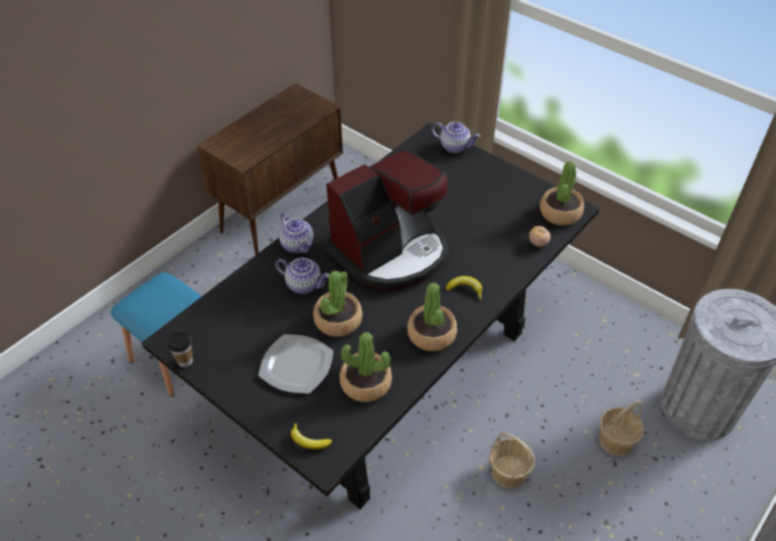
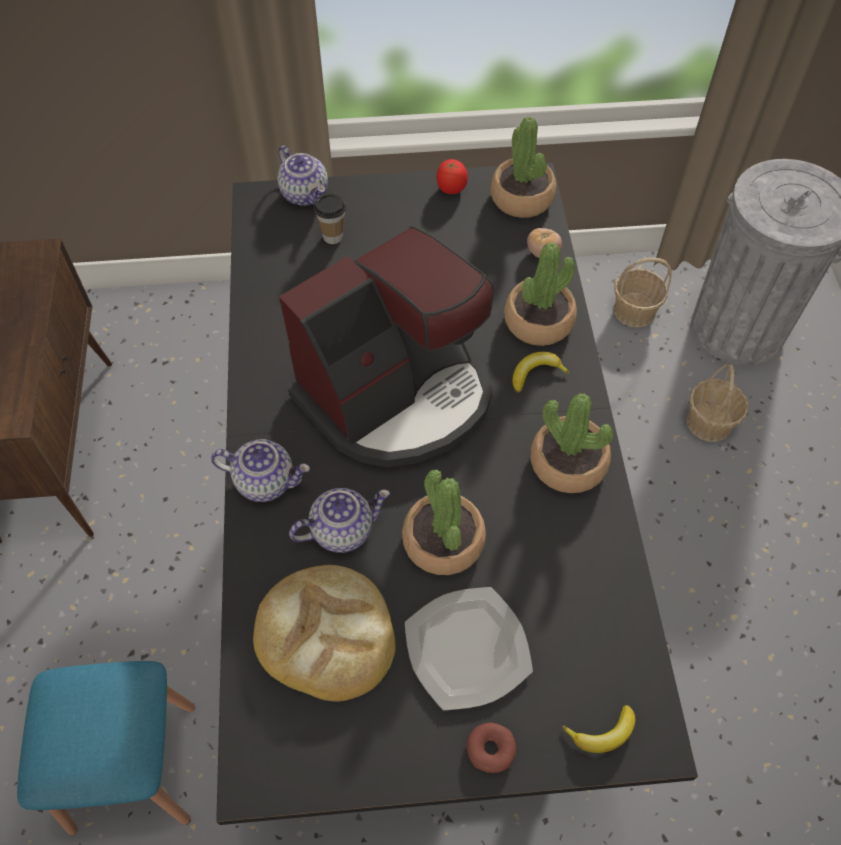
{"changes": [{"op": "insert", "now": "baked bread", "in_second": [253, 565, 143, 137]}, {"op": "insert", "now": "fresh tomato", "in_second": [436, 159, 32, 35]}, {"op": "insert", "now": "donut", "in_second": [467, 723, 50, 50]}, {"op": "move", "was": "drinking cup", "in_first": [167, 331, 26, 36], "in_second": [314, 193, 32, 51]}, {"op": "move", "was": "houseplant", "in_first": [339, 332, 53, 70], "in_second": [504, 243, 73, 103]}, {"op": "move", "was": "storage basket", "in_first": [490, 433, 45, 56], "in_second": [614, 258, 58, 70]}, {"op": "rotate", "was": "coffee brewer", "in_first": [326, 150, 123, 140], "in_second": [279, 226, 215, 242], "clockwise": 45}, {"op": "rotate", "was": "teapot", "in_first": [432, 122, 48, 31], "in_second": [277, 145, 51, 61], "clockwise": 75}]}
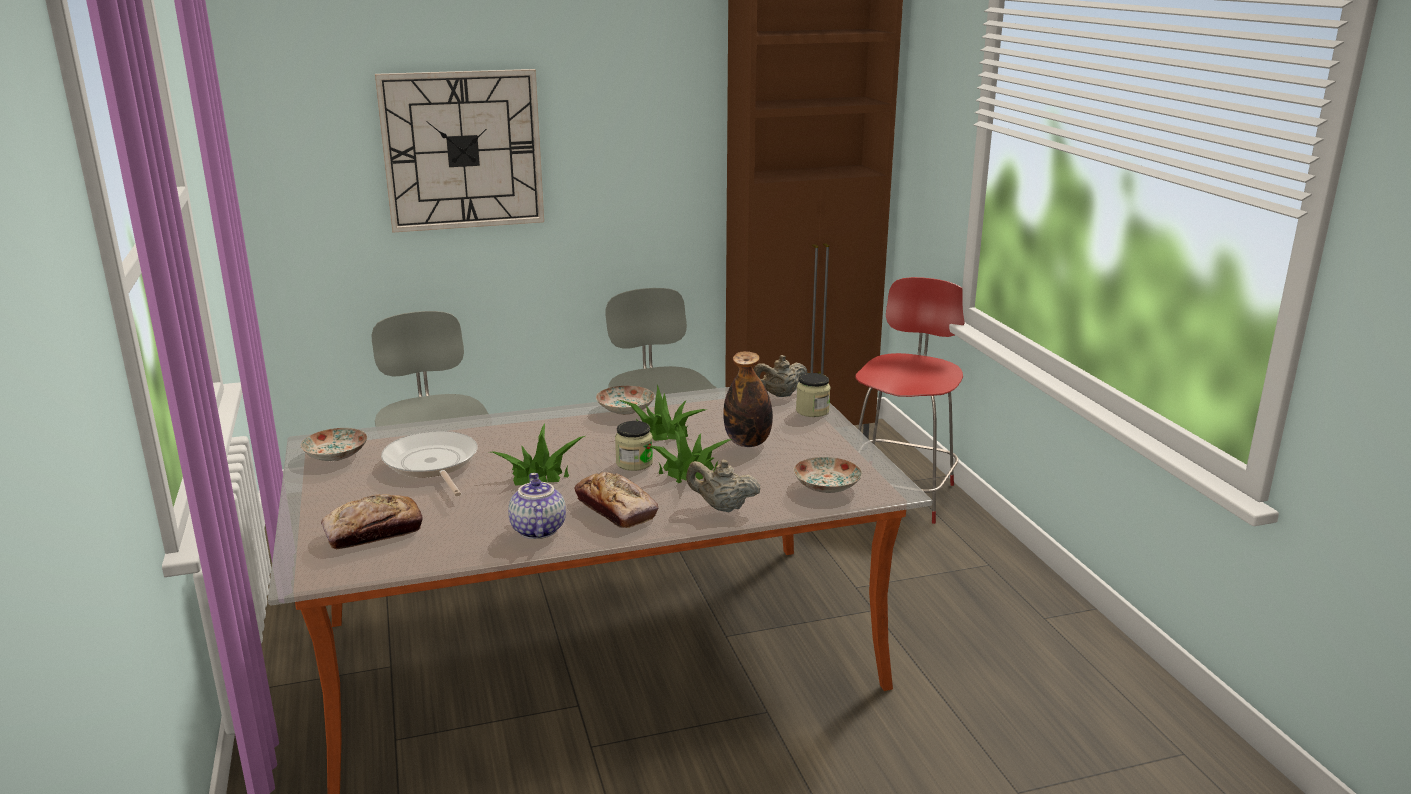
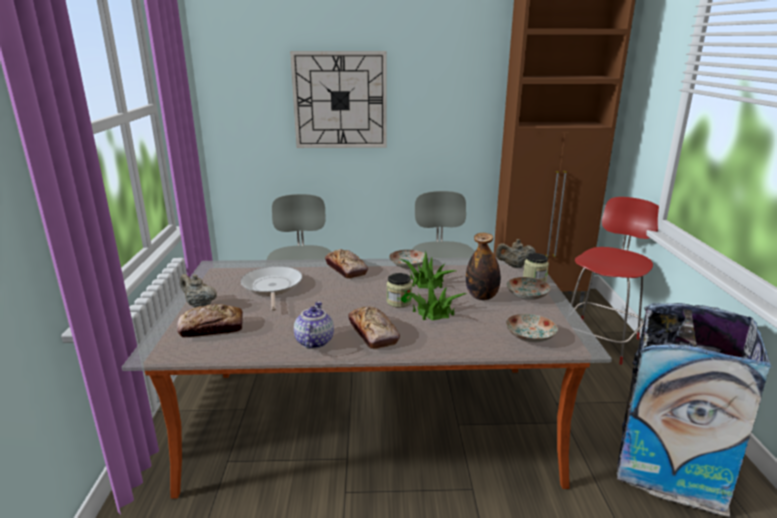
{"changes": [{"op": "delete", "was": "houseplant", "in_first": [491, 424, 94, 62]}, {"op": "insert", "now": "baked bread", "in_second": [325, 249, 43, 29]}, {"op": "insert", "now": "waste bin", "in_second": [617, 303, 154, 214]}, {"op": "move", "was": "plate", "in_first": [300, 428, 67, 33], "in_second": [506, 277, 45, 23]}, {"op": "move", "was": "beige teapot", "in_first": [686, 459, 74, 53], "in_second": [180, 274, 37, 34]}]}
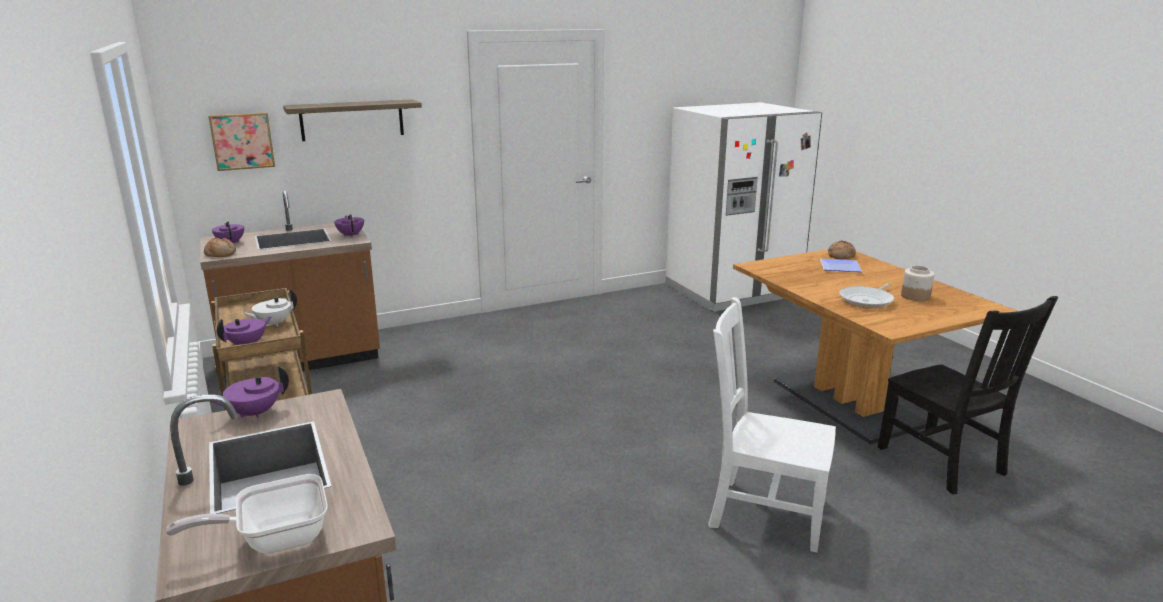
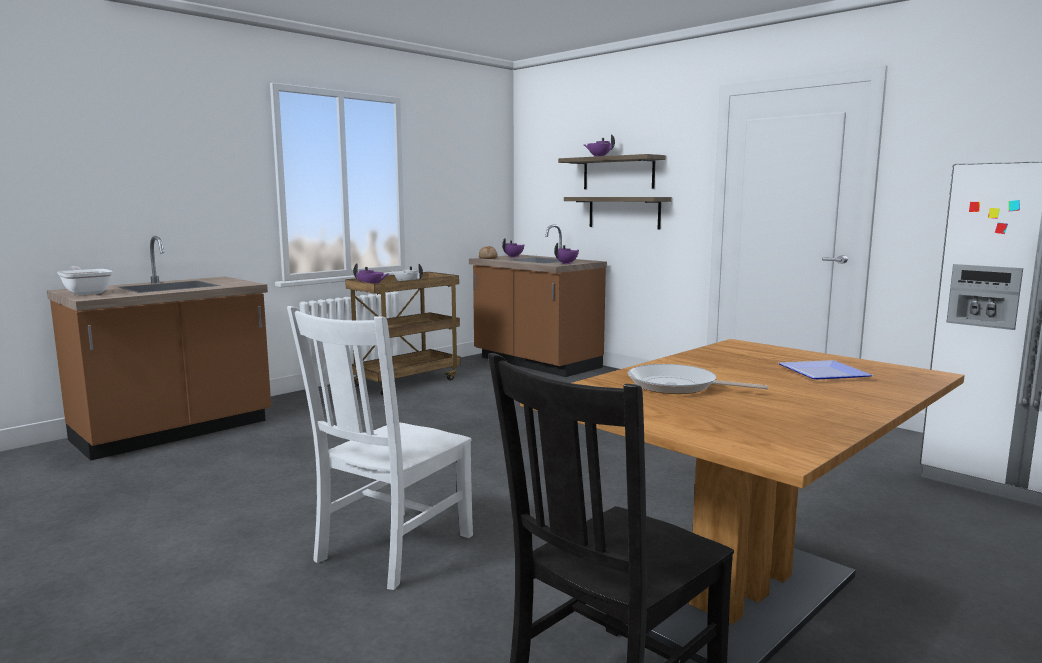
{"changes": [{"op": "delete", "was": "picture", "in_first": [208, 112, 67, 59]}, {"op": "delete", "was": "baked bread", "in_first": [828, 241, 28, 18]}, {"op": "delete", "was": "storage jar", "in_first": [901, 265, 33, 36]}, {"op": "insert", "now": "bracket shelf", "in_second": [564, 197, 108, 33]}, {"op": "move", "was": "purplish teapot", "in_first": [212, 366, 77, 52], "in_second": [584, 134, 31, 23]}, {"op": "rotate", "was": "white chair", "in_first": [708, 297, 128, 256], "in_second": [287, 306, 186, 284], "clockwise": -150}]}
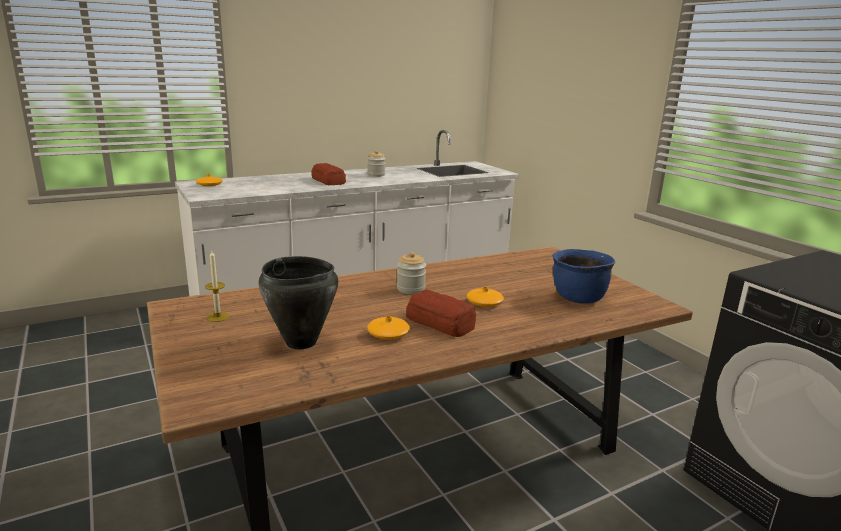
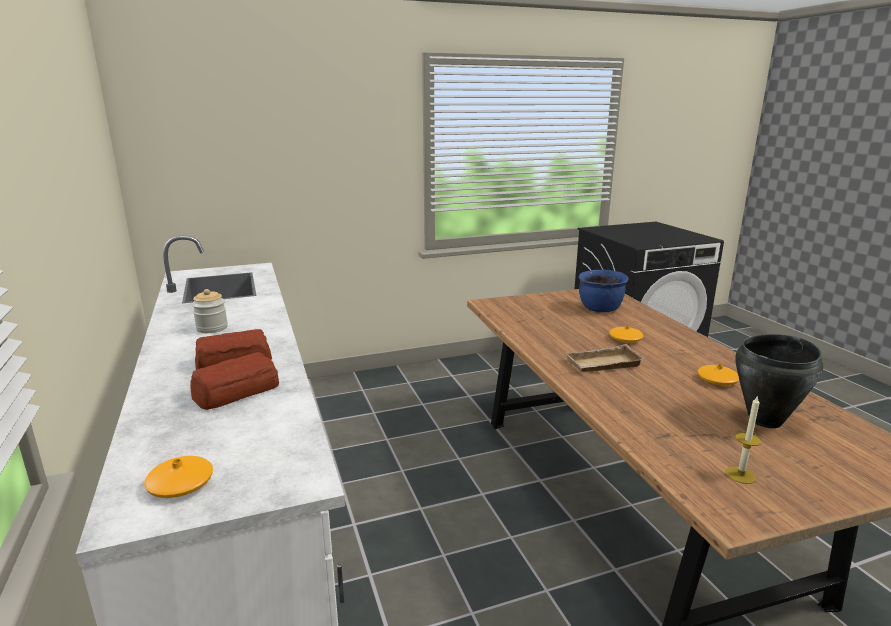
{"changes": [{"op": "move", "was": "baked bread", "in_first": [406, 289, 70, 48], "in_second": [190, 352, 89, 58]}, {"op": "replace", "was": "storage jar", "now": "beige tray", "in_first": [397, 252, 29, 42], "in_second": [565, 344, 80, 28]}]}
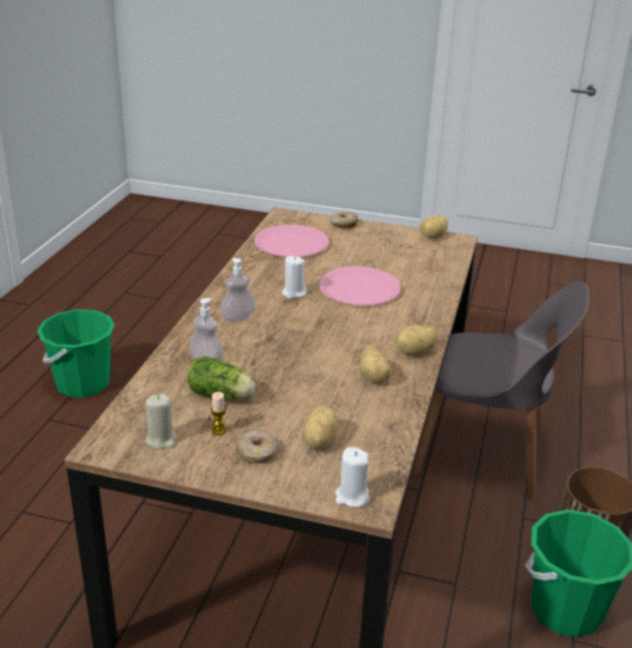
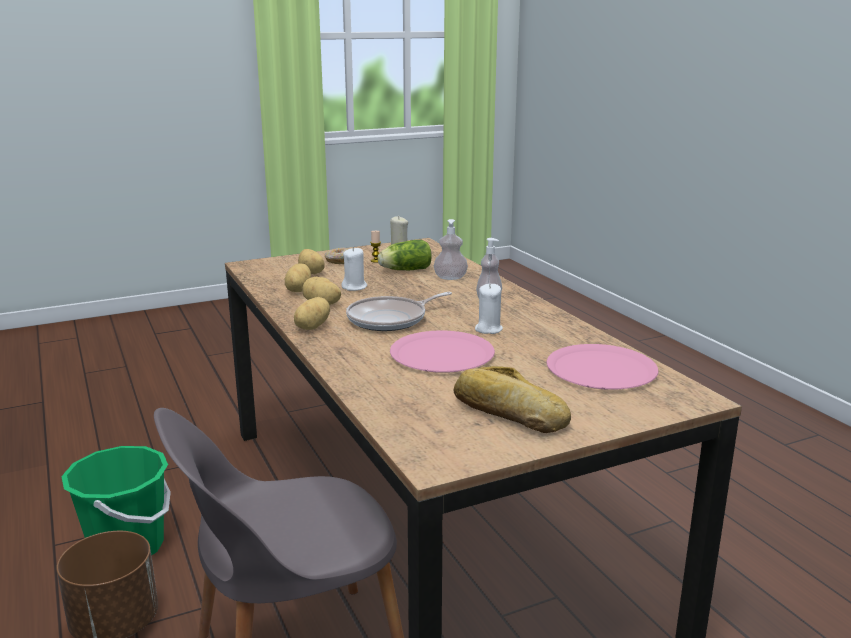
{"changes": [{"op": "delete", "was": "greenish water bucket", "in_first": [37, 309, 78, 89]}, {"op": "delete", "was": "donut", "in_first": [330, 211, 29, 18]}, {"op": "insert", "now": "skillet", "in_second": [346, 292, 106, 39]}, {"op": "insert", "now": "baked bread", "in_second": [454, 366, 117, 67]}, {"op": "move", "was": "white candle", "in_first": [335, 447, 35, 61], "in_second": [341, 247, 26, 44]}, {"op": "move", "was": "spud", "in_first": [420, 215, 28, 24], "in_second": [285, 263, 26, 29]}]}
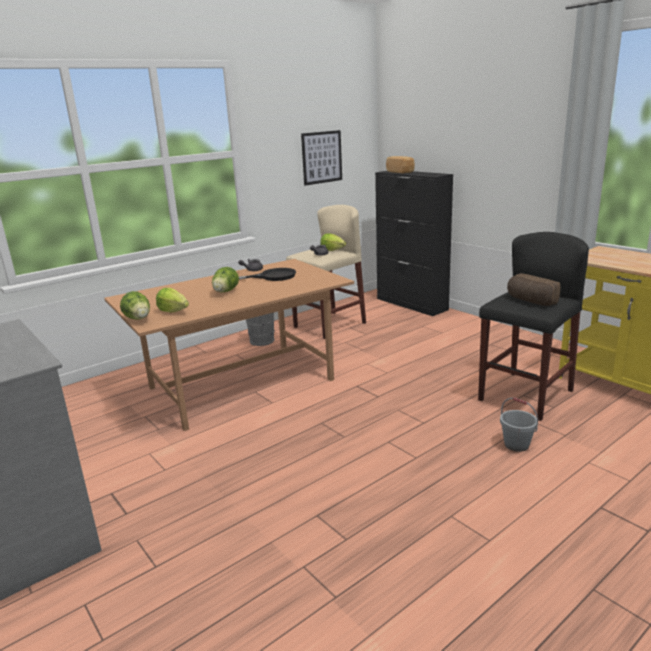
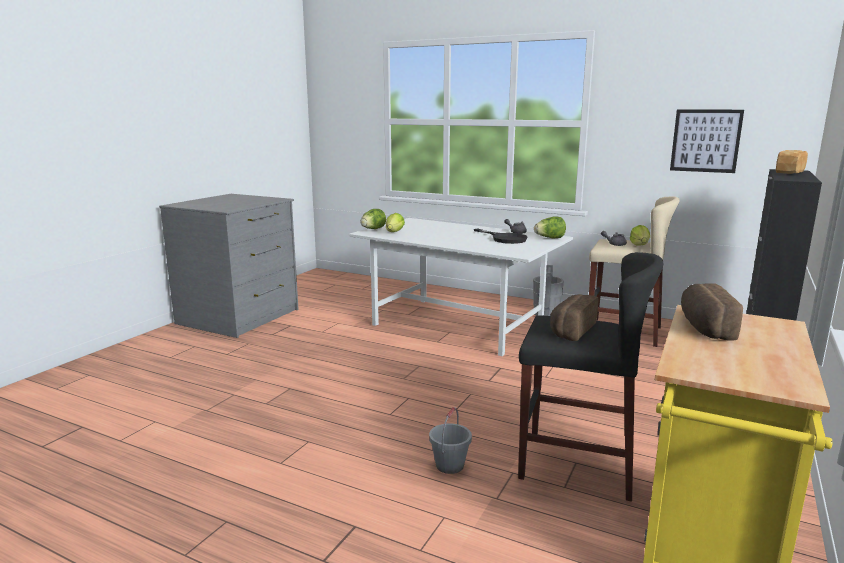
{"changes": [{"op": "insert", "now": "baked bread", "in_second": [681, 283, 62, 58]}, {"op": "move", "was": "lettuce head", "in_first": [212, 267, 27, 25], "in_second": [534, 216, 32, 22]}, {"op": "recolor", "was": "brown-coloured dinner table", "now": "white dinner table", "in_first": [104, 259, 250, 172], "in_second": [349, 218, 224, 138]}]}
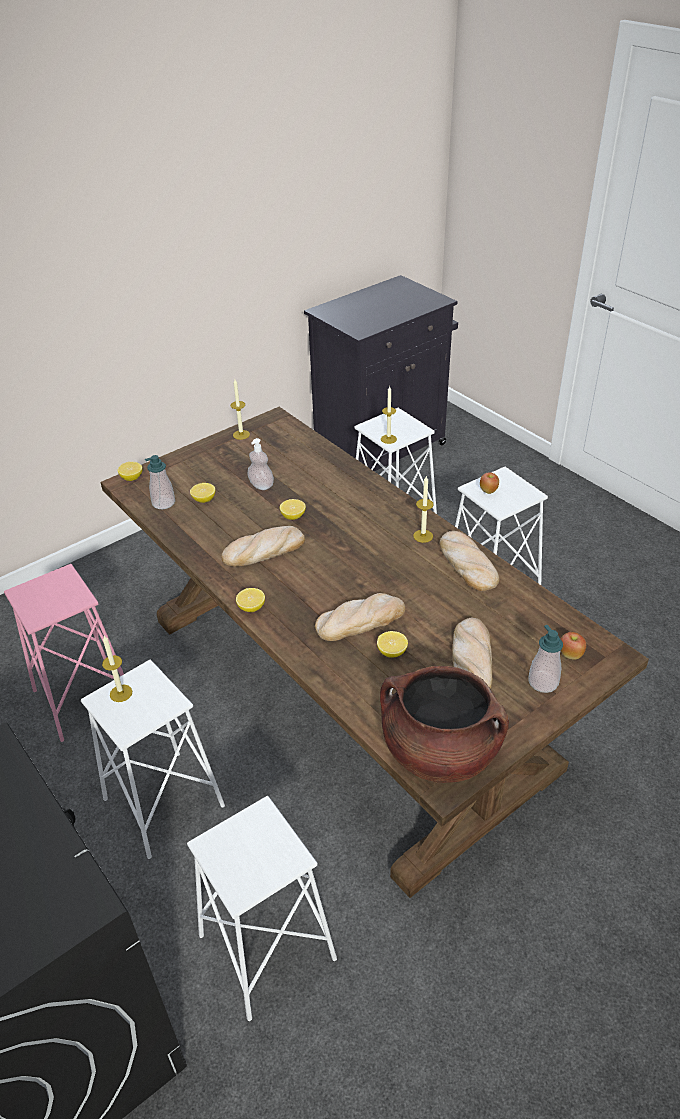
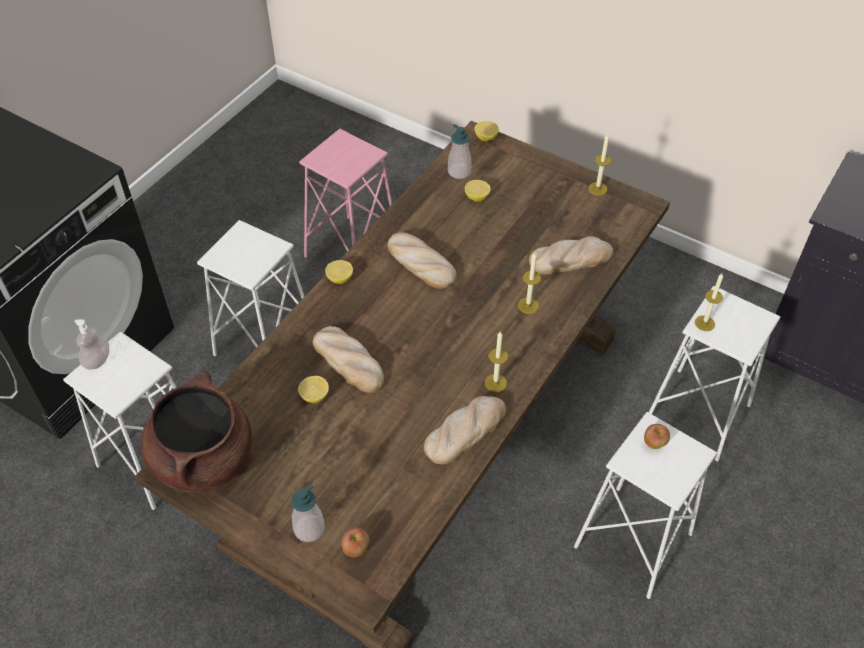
{"changes": [{"op": "delete", "was": "whole lemon", "in_first": [280, 499, 26, 21]}, {"op": "move", "was": "candle", "in_first": [102, 636, 30, 66], "in_second": [518, 253, 23, 61]}, {"op": "move", "was": "liquid soap bottle", "in_first": [248, 438, 26, 52], "in_second": [74, 319, 35, 51]}, {"op": "move", "was": "baked bread", "in_first": [452, 618, 41, 71], "in_second": [529, 236, 84, 39]}]}
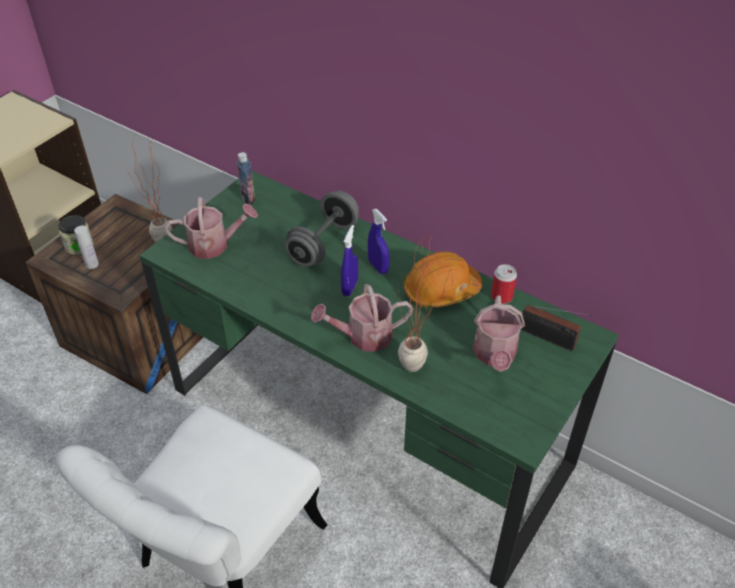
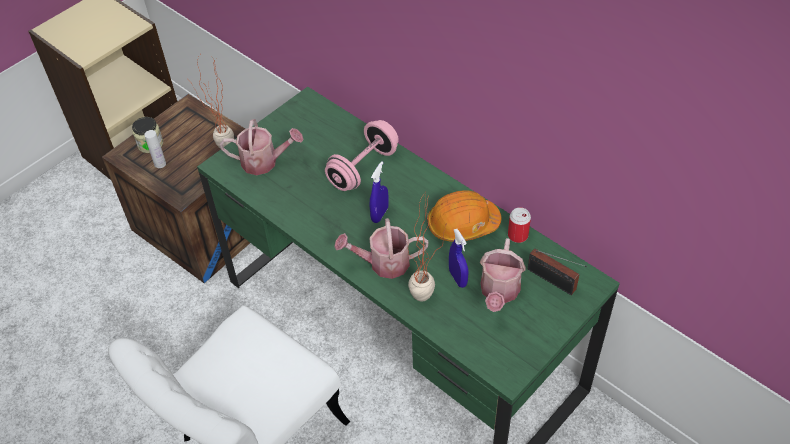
{"changes": [{"op": "delete", "was": "bottle", "in_first": [236, 152, 19, 53]}, {"op": "move", "was": "blue sprayer", "in_first": [368, 209, 21, 65], "in_second": [449, 229, 20, 59]}, {"op": "recolor", "was": "gray dumbbell", "now": "pinkish dumbbell", "in_first": [285, 191, 74, 76], "in_second": [325, 120, 74, 71]}]}
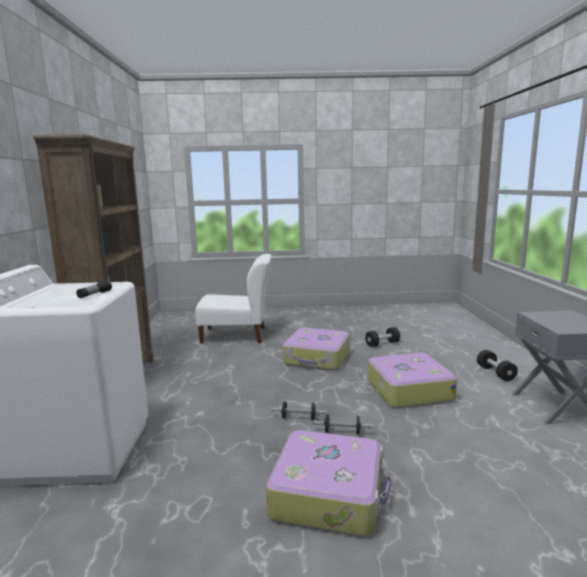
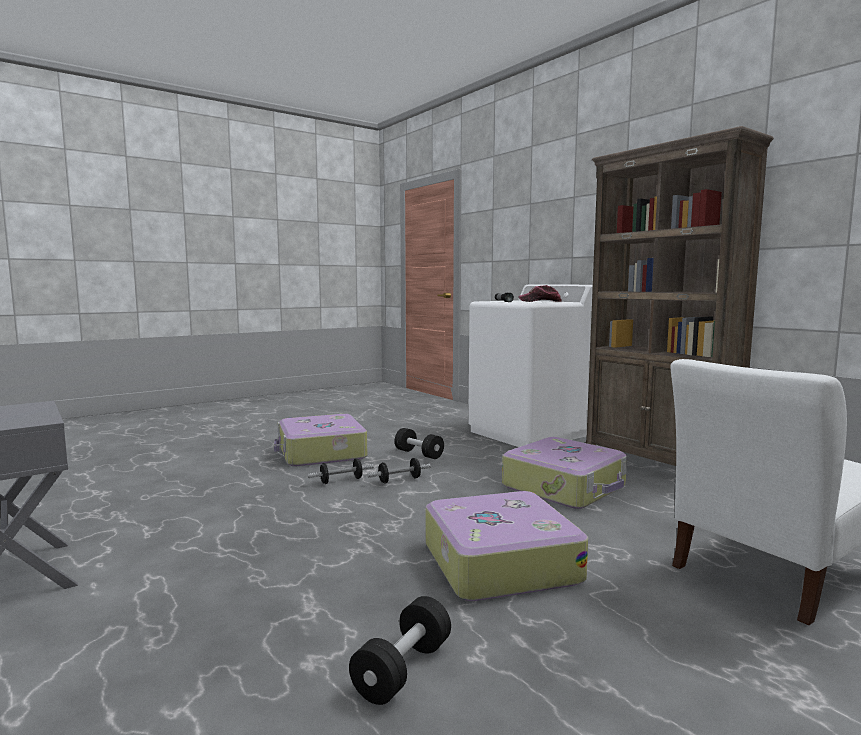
{"changes": [{"op": "insert", "now": "baseball cap", "in_second": [518, 285, 44, 17]}, {"op": "move", "was": "piece of luggage", "in_first": [368, 353, 89, 55], "in_second": [502, 437, 126, 72]}, {"op": "move", "was": "black dumbbell", "in_first": [477, 350, 41, 31], "in_second": [395, 428, 49, 31]}]}
